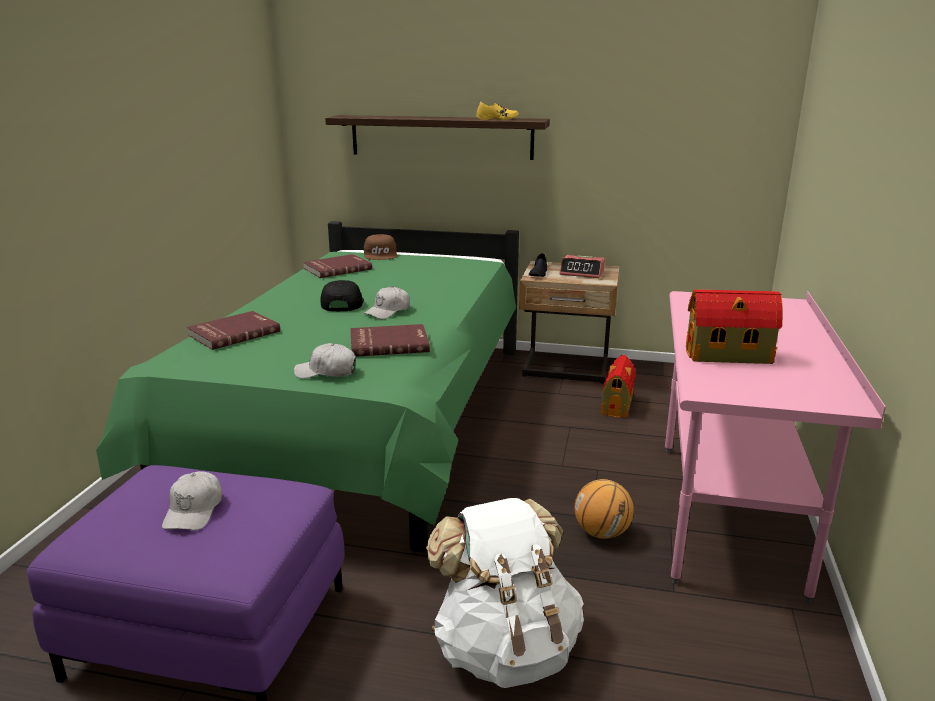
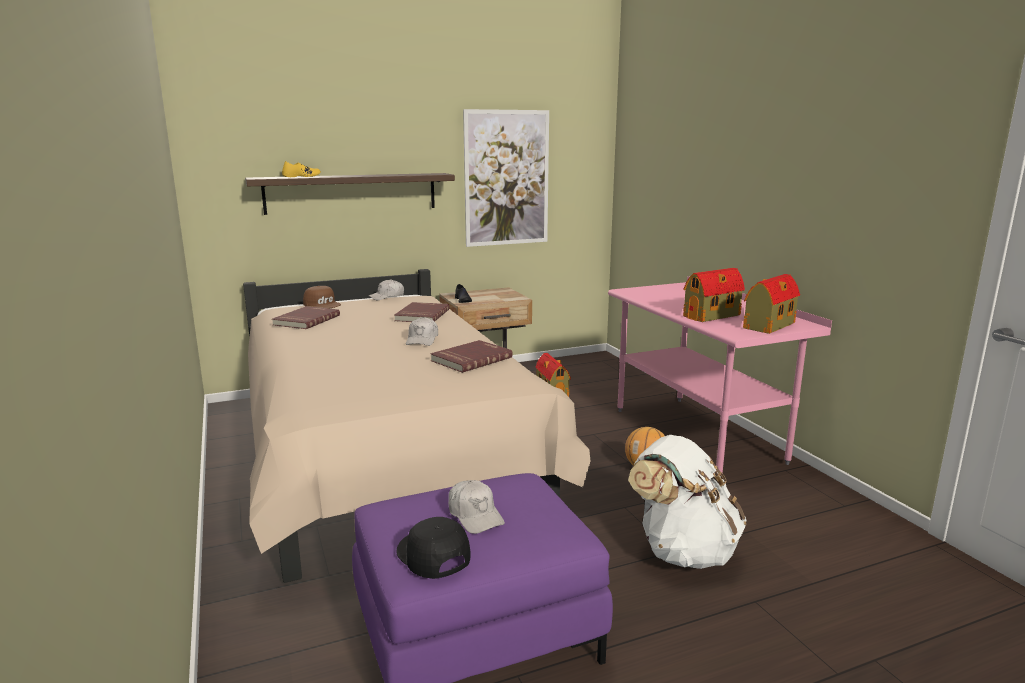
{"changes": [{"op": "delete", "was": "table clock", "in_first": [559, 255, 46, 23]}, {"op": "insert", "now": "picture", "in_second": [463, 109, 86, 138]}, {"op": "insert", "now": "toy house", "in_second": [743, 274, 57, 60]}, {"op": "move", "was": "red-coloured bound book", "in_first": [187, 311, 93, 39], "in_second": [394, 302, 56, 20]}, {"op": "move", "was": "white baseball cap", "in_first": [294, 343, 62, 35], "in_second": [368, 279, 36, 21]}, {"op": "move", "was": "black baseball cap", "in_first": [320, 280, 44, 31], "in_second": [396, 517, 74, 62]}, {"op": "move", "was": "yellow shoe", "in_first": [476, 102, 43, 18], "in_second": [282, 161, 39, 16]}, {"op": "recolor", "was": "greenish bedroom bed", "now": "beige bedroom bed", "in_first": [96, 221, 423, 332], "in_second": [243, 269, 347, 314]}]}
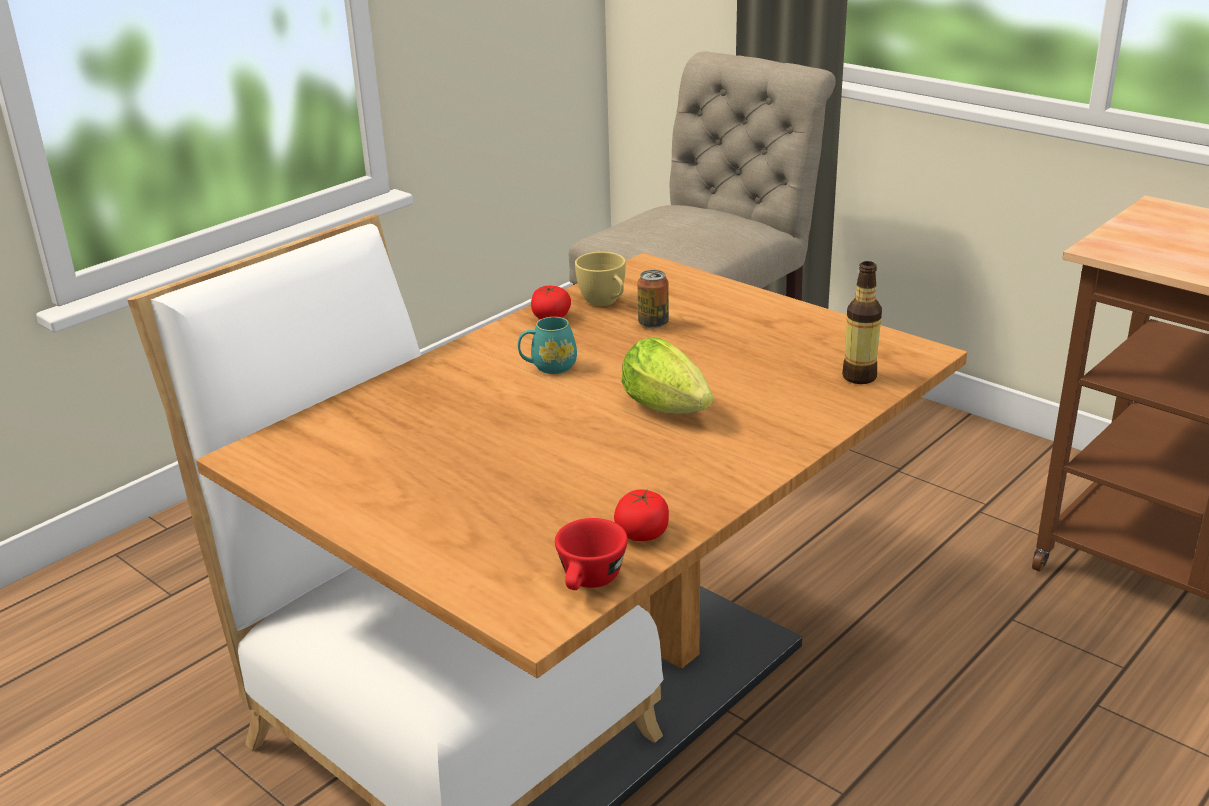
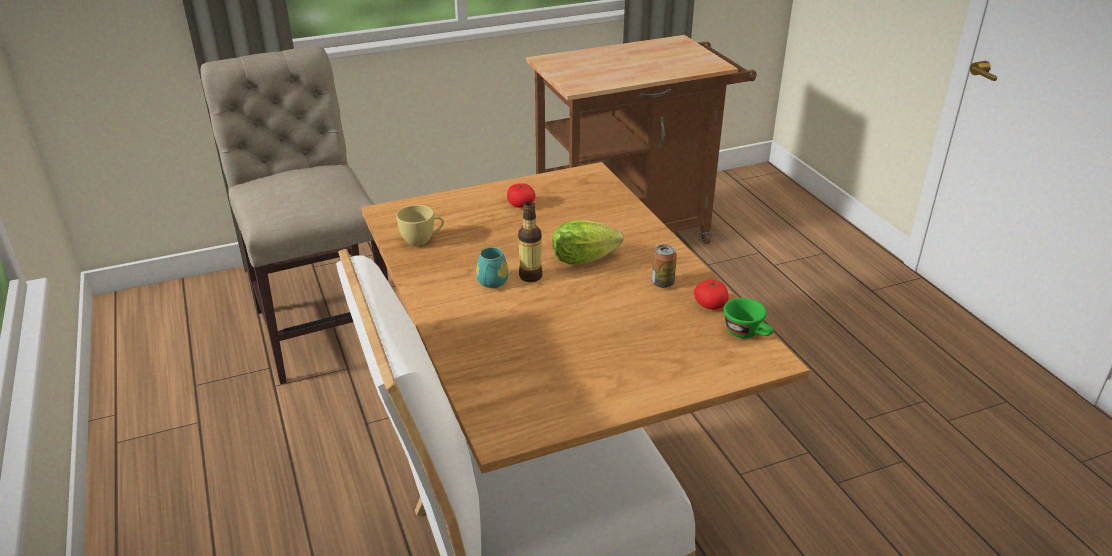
{"changes": [{"op": "move", "was": "fresh tomato", "in_first": [531, 286, 40, 33], "in_second": [507, 183, 29, 25]}, {"op": "move", "was": "metal can", "in_first": [638, 270, 31, 58], "in_second": [651, 244, 26, 44]}, {"op": "move", "was": "bottle", "in_first": [842, 261, 40, 123], "in_second": [518, 202, 24, 80]}, {"op": "recolor", "was": "red-coloured drinking cup", "now": "greenish drinking cup", "in_first": [555, 518, 73, 72], "in_second": [724, 298, 50, 40]}]}
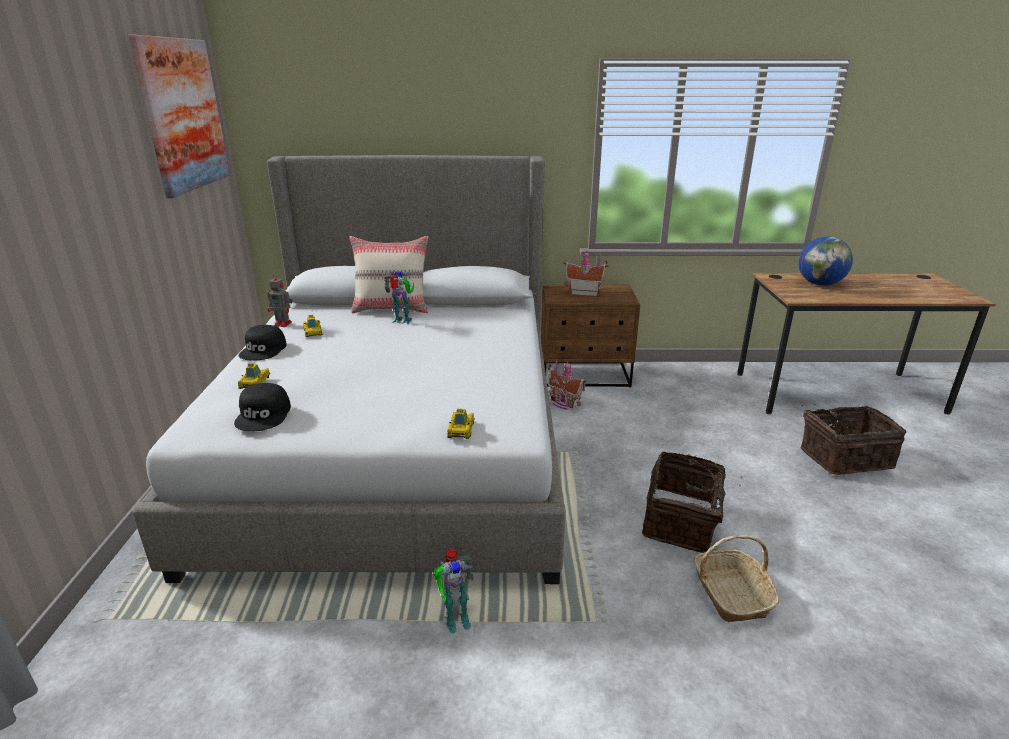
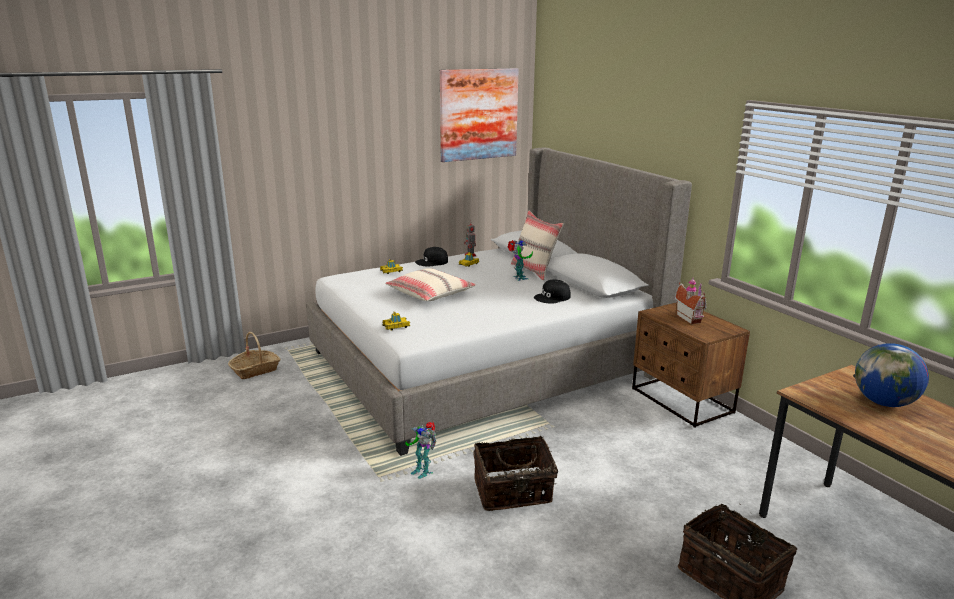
{"changes": [{"op": "delete", "was": "toy house", "in_first": [548, 360, 39, 50]}, {"op": "insert", "now": "beige cushion", "in_second": [385, 268, 91, 33]}, {"op": "move", "was": "black baseball cap", "in_first": [234, 383, 57, 49], "in_second": [534, 280, 37, 24]}, {"op": "move", "was": "robot figure", "in_first": [433, 547, 41, 87], "in_second": [405, 422, 32, 57]}, {"op": "move", "was": "storage basket", "in_first": [694, 535, 85, 87], "in_second": [228, 332, 53, 47]}]}
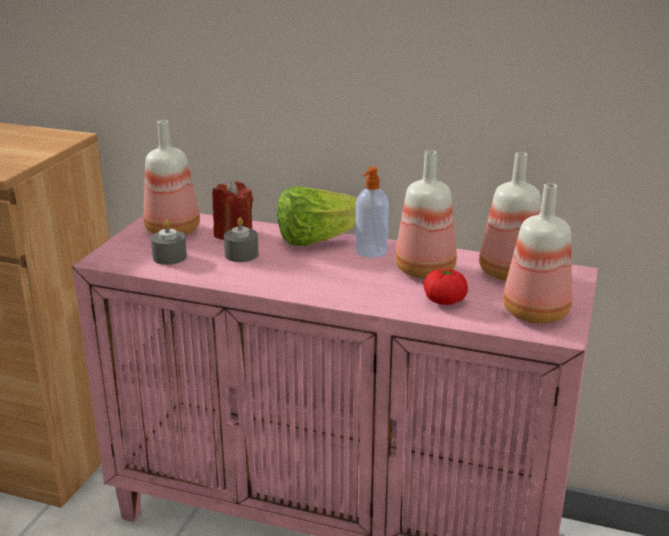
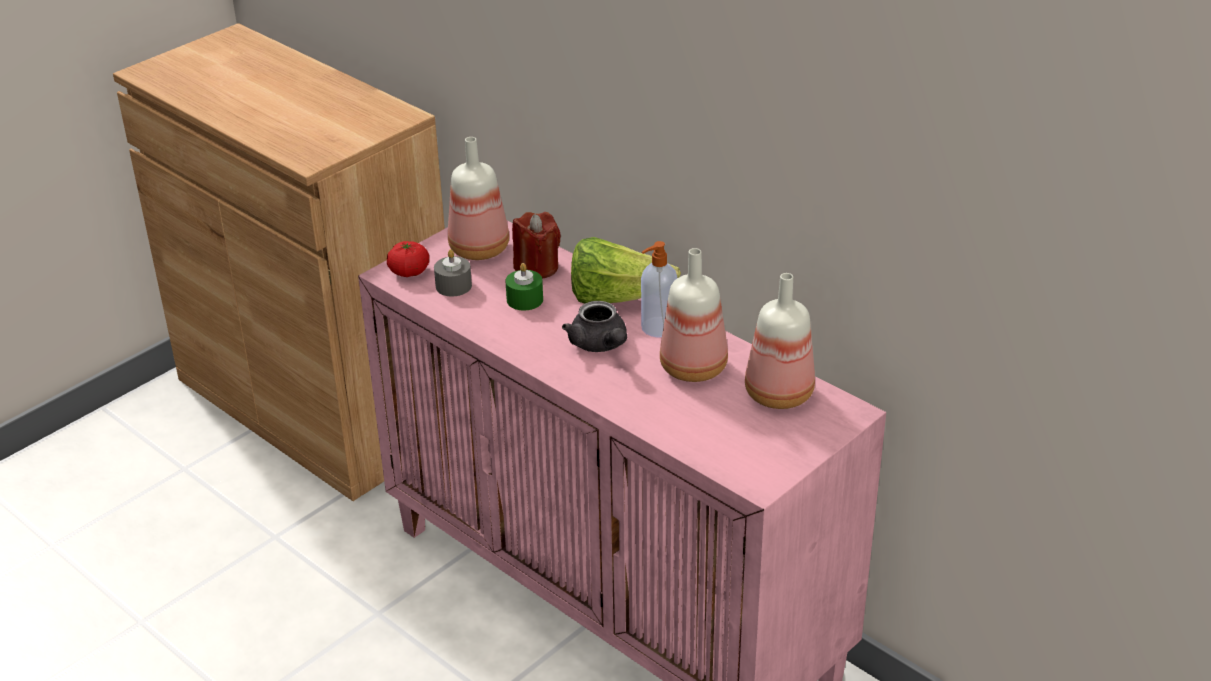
{"changes": [{"op": "delete", "was": "bottle", "in_first": [503, 183, 69, 141]}, {"op": "insert", "now": "gray teapot", "in_second": [562, 301, 65, 51]}, {"op": "move", "was": "fresh tomato", "in_first": [423, 269, 45, 36], "in_second": [387, 241, 42, 36]}, {"op": "recolor", "was": "gray candle", "now": "greenish candle", "in_first": [224, 218, 35, 44], "in_second": [506, 263, 37, 48]}]}
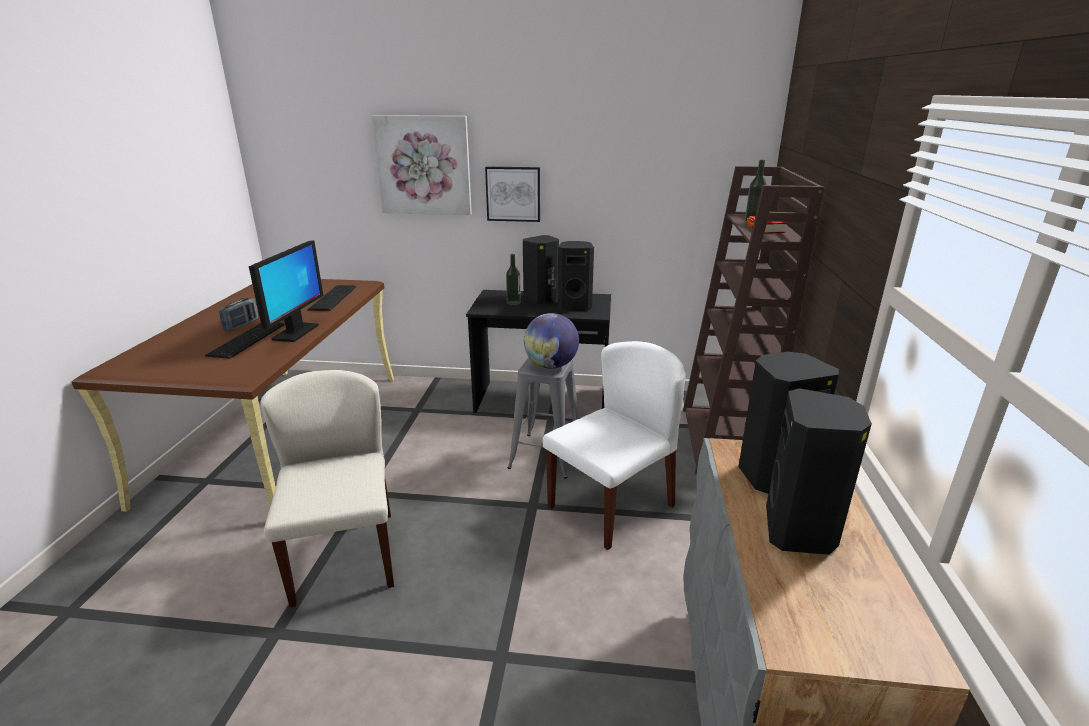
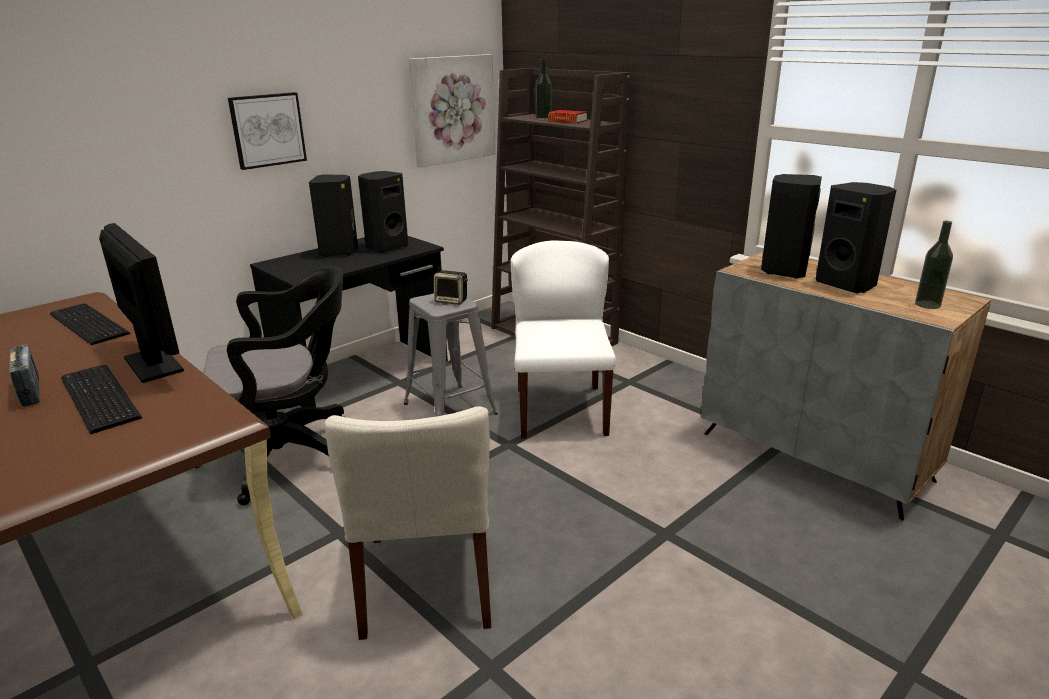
{"changes": [{"op": "insert", "now": "black office chair", "in_second": [196, 266, 148, 239]}, {"op": "move", "was": "picture", "in_first": [372, 115, 100, 100], "in_second": [409, 54, 87, 114]}, {"op": "move", "was": "bottle", "in_first": [506, 254, 15, 51], "in_second": [915, 221, 38, 88]}, {"op": "replace", "was": "globe", "now": "loudspeaker", "in_first": [524, 313, 55, 56], "in_second": [434, 270, 34, 35]}, {"op": "rotate", "was": "beige chair", "in_first": [261, 370, 133, 237], "in_second": [324, 406, 167, 234], "clockwise": -120}]}
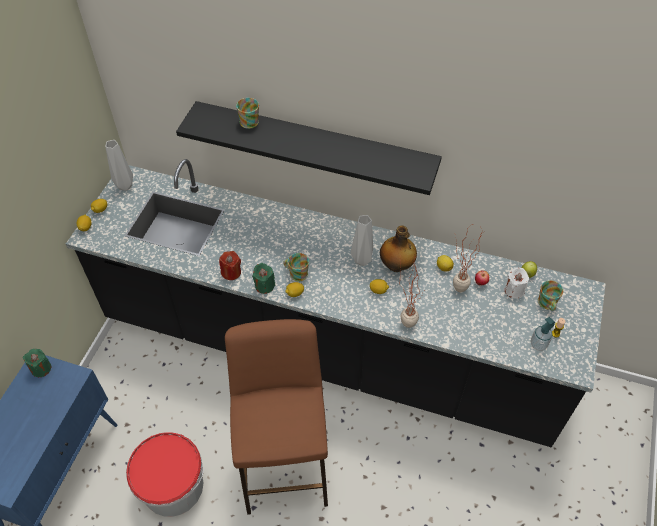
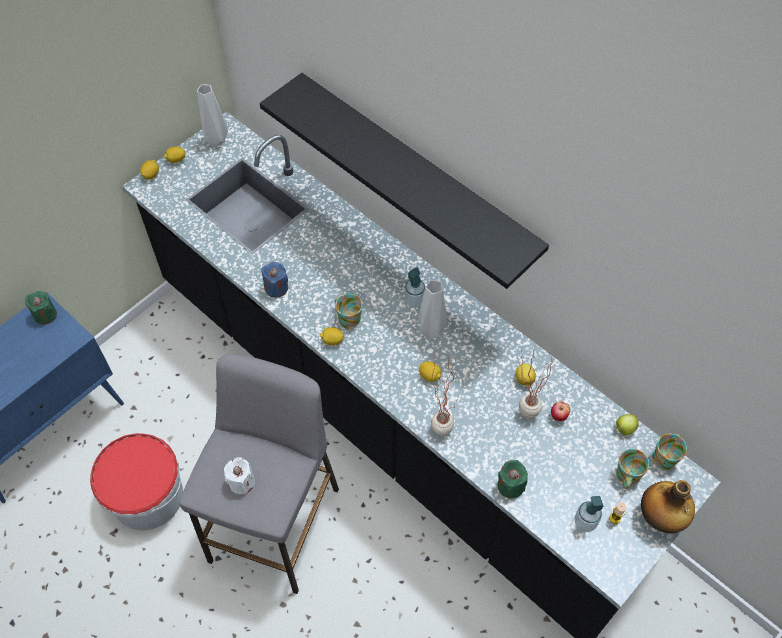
{"changes": [{"op": "insert", "now": "liquid soap bottle", "in_second": [404, 267, 21, 41]}, {"op": "move", "was": "mug", "in_first": [236, 98, 23, 31], "in_second": [652, 433, 35, 37]}, {"op": "move", "was": "greenish candle", "in_first": [252, 263, 23, 31], "in_second": [498, 460, 30, 39]}, {"op": "move", "was": "bottle", "in_first": [380, 225, 37, 47], "in_second": [641, 480, 54, 53]}, {"op": "move", "was": "white candle", "in_first": [505, 267, 24, 32], "in_second": [224, 457, 31, 37]}, {"op": "recolor", "was": "red-coloured candle", "now": "blue candle", "in_first": [219, 251, 22, 29], "in_second": [262, 262, 26, 36]}, {"op": "recolor", "was": "brown-coloured stool", "now": "gray stool", "in_first": [225, 319, 103, 196], "in_second": [179, 354, 160, 240]}]}
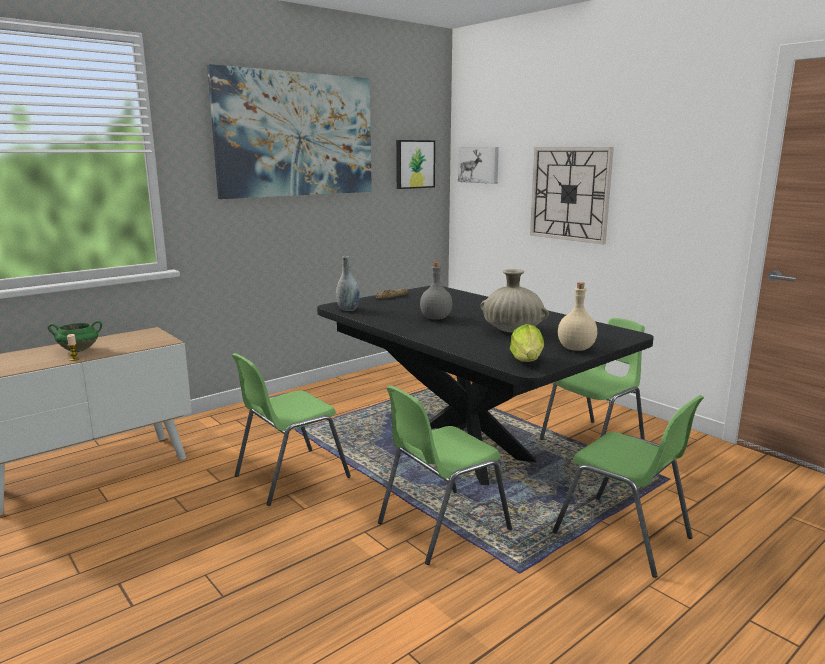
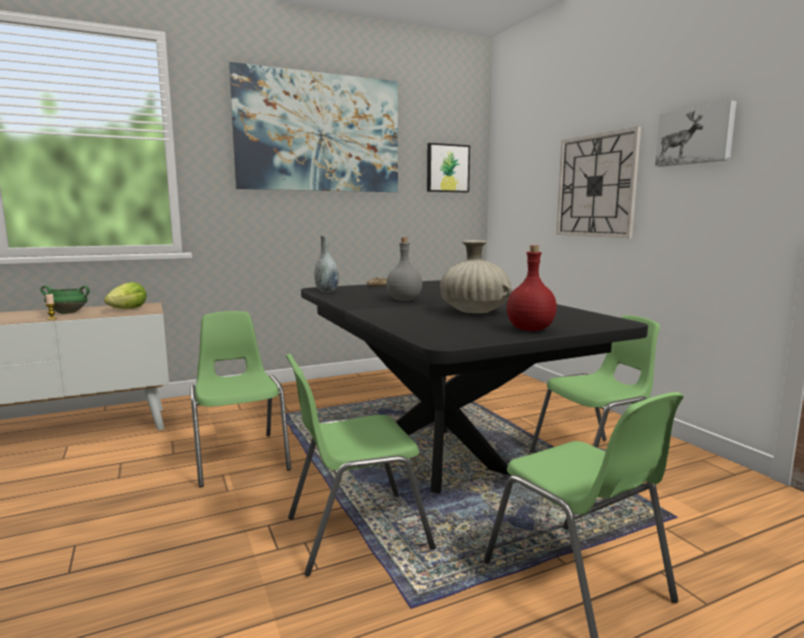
{"changes": [{"op": "move", "was": "picture", "in_first": [458, 147, 41, 37], "in_second": [655, 100, 82, 67]}, {"op": "move", "was": "lettuce head", "in_first": [510, 324, 34, 38], "in_second": [104, 282, 43, 27]}, {"op": "recolor", "was": "beige bottle", "now": "red-coloured bottle", "in_first": [558, 282, 39, 69], "in_second": [507, 245, 50, 86]}, {"op": "rotate", "was": "greenish chair", "in_first": [232, 353, 119, 153], "in_second": [190, 311, 101, 176], "clockwise": 90}]}
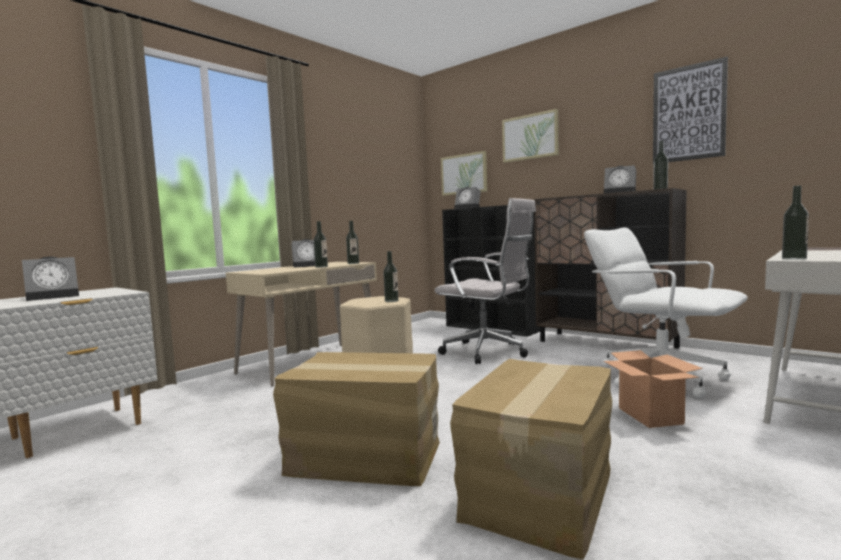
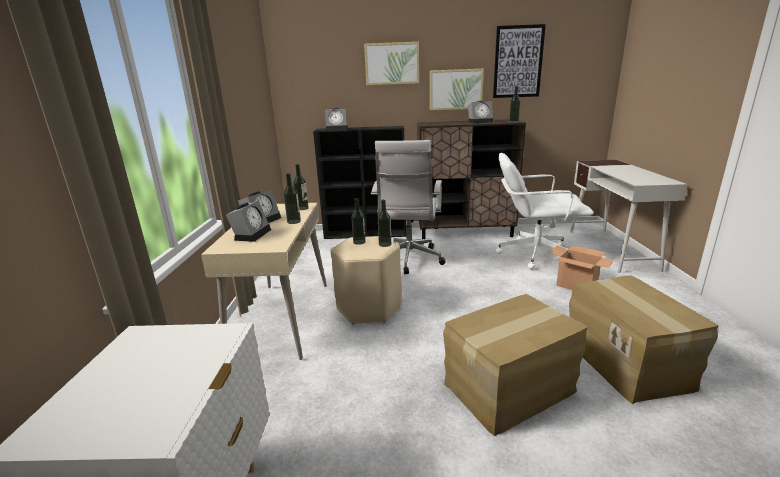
{"changes": [{"op": "move", "was": "table clock", "in_first": [22, 257, 57, 44], "in_second": [226, 200, 45, 42]}, {"op": "move", "was": "picture", "in_first": [441, 151, 46, 45], "in_second": [430, 69, 54, 41]}, {"op": "move", "was": "bottle", "in_first": [782, 185, 27, 75], "in_second": [351, 198, 15, 47]}, {"op": "rotate", "was": "white office chair", "in_first": [435, 198, 101, 166], "in_second": [371, 140, 74, 134], "clockwise": 105}]}
